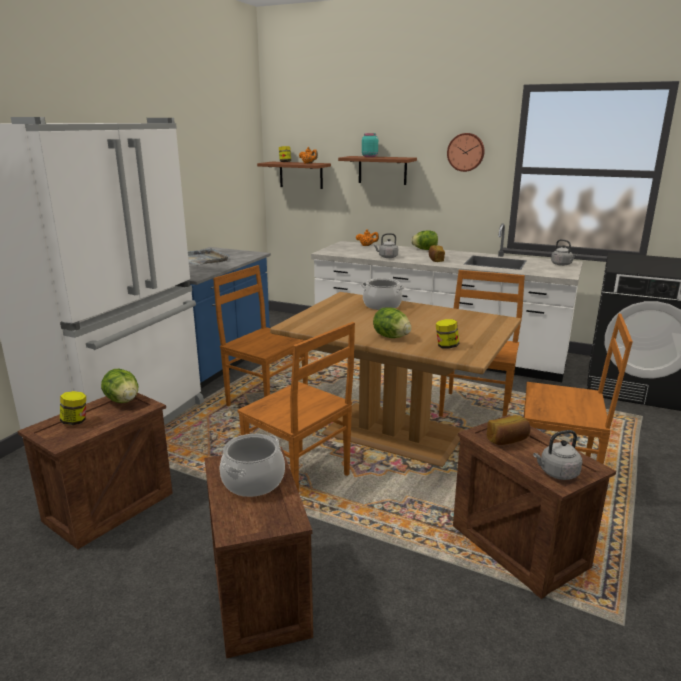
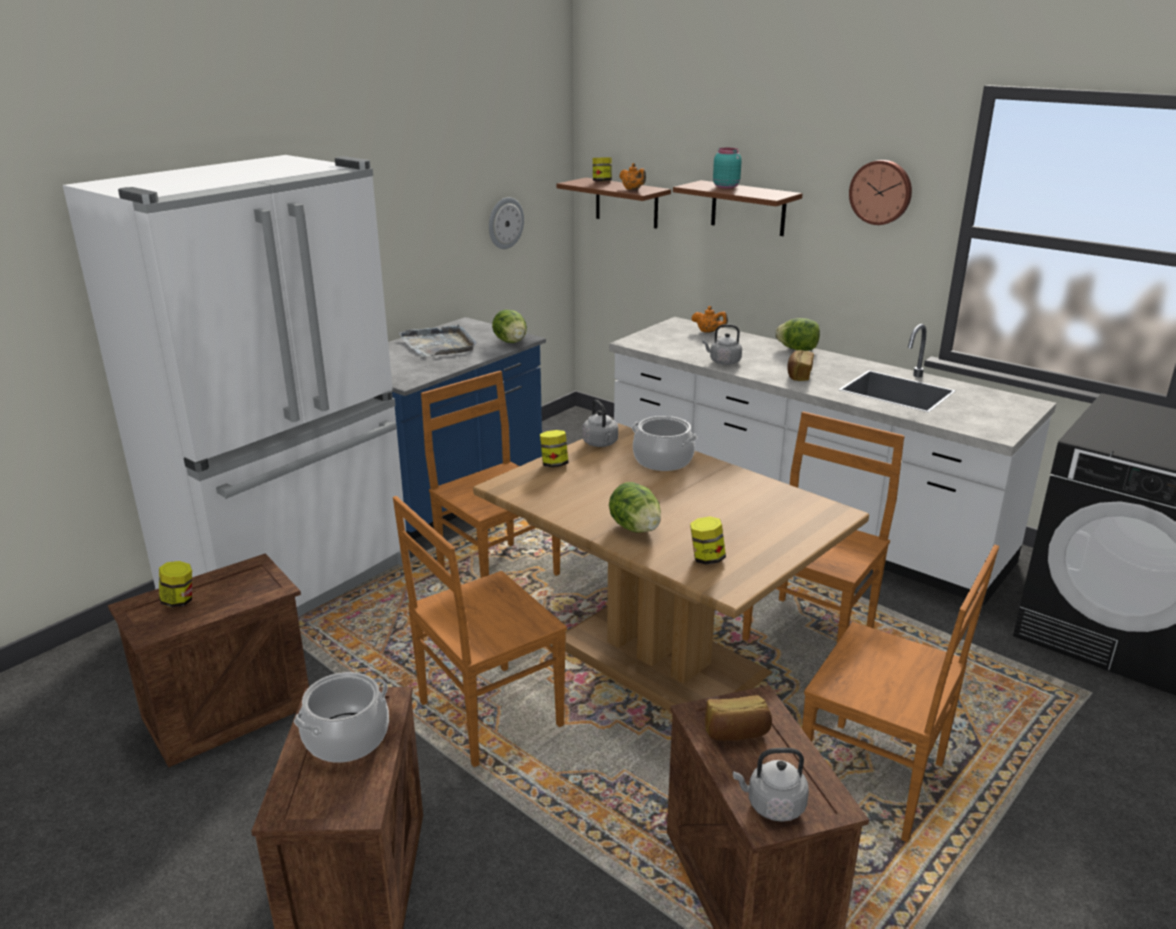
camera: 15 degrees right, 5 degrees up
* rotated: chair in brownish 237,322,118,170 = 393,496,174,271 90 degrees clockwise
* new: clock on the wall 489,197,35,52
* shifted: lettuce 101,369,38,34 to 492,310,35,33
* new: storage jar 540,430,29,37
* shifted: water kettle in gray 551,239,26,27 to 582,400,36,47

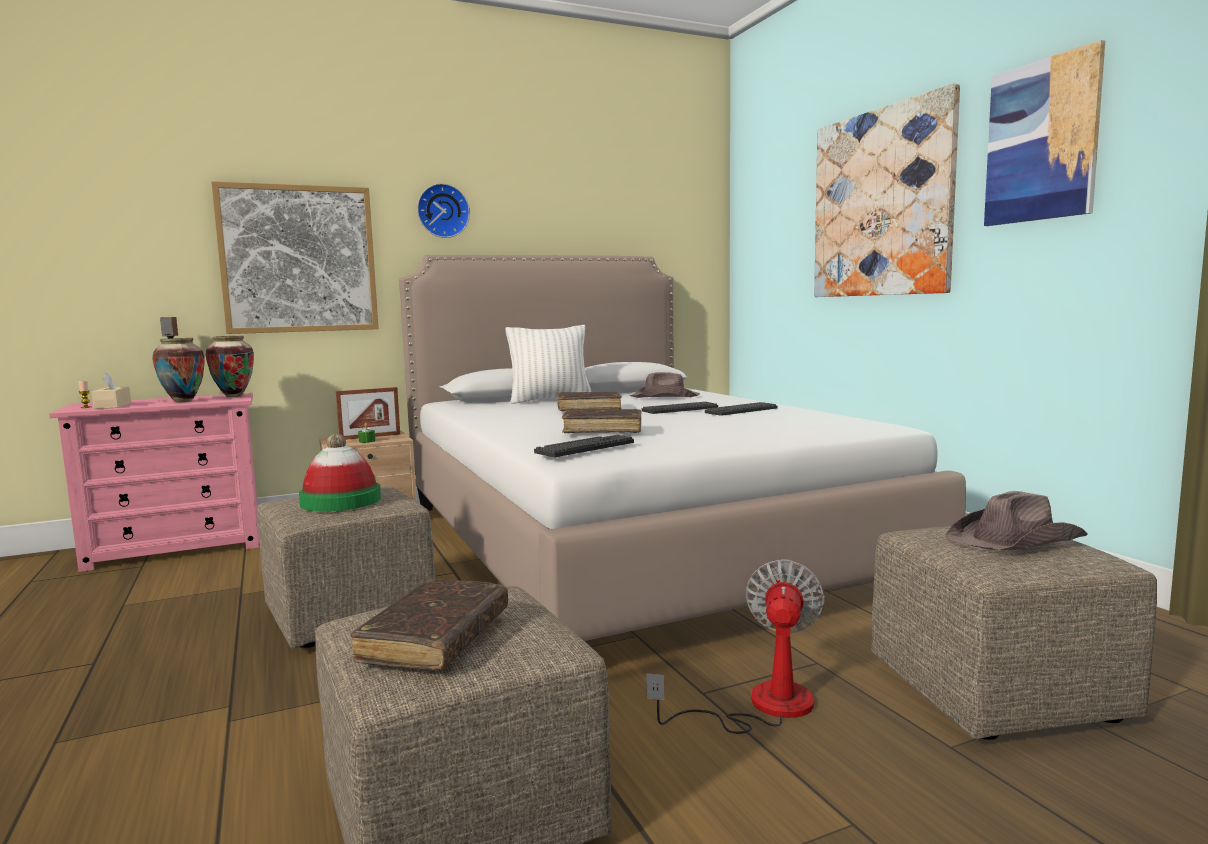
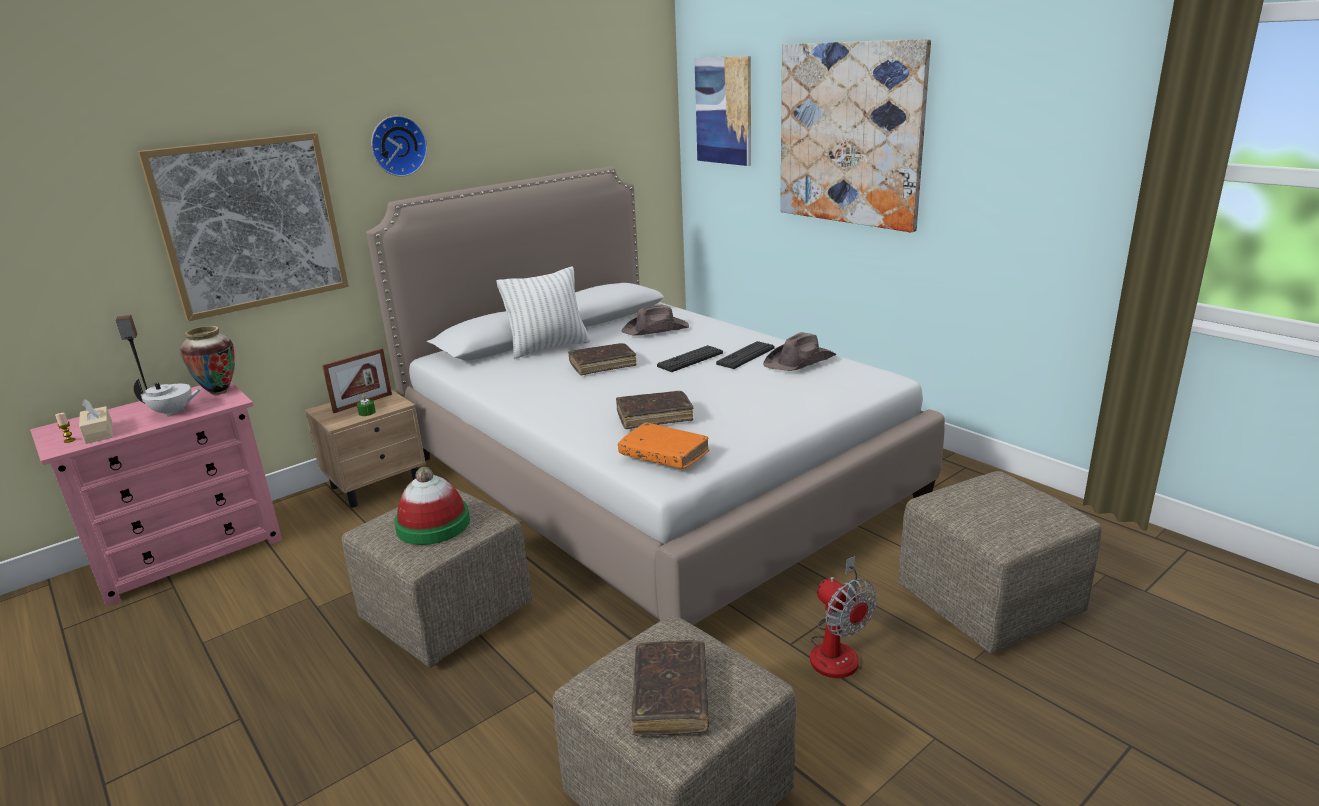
camera: 15 degrees left, 15 degrees up
* swapped: decorative vase 152,338,53,65 to tea pot in whitish 134,379,67,38
* swapped: keyboard 534,435,100,22 to book in orange 618,422,91,47
* shifted: wall art 984,40,121,186 to 694,56,57,110
* shifted: clothing hat in brownish 945,491,142,59 to 763,332,74,39
* rotated: fan 646,559,179,175 = 810,556,67,122 150 degrees clockwise

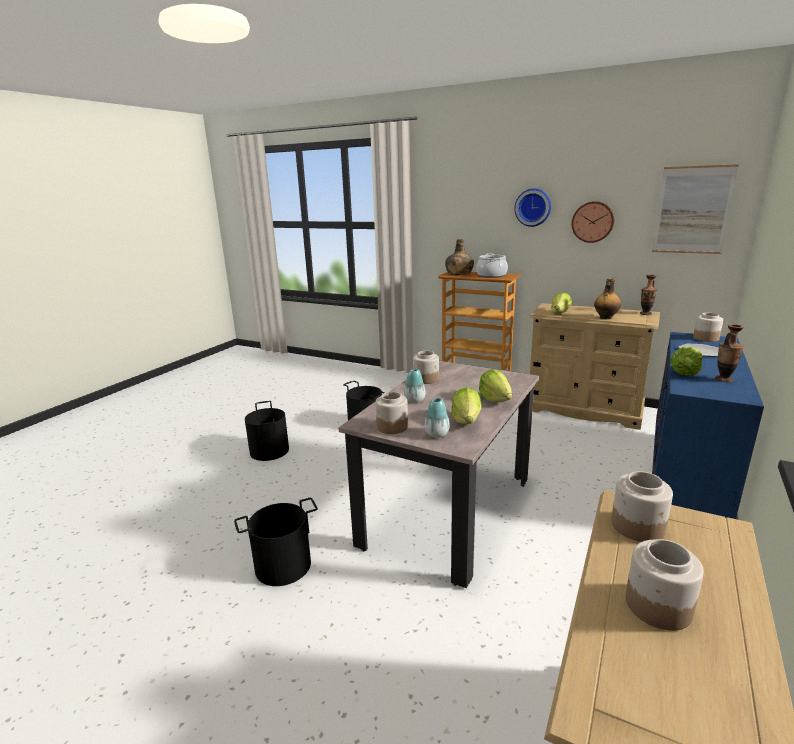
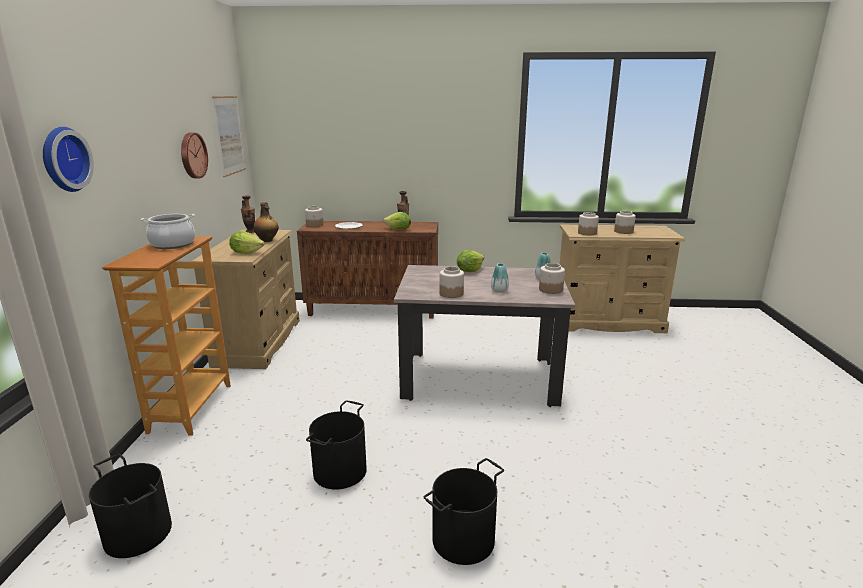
camera: 115 degrees left, 0 degrees up
* shifted: clock on the wall 514,188,37,39 to 43,127,51,65
* shifted: bucket in blackish 234,498,84,88 to 89,454,83,104
* repainted: cupboard in blue 652,332,112,187 to cupboard in brownish 297,221,141,98
* gone: beverage bottle in green-coloured 445,239,29,36
* gone: lettuce 451,387,31,37

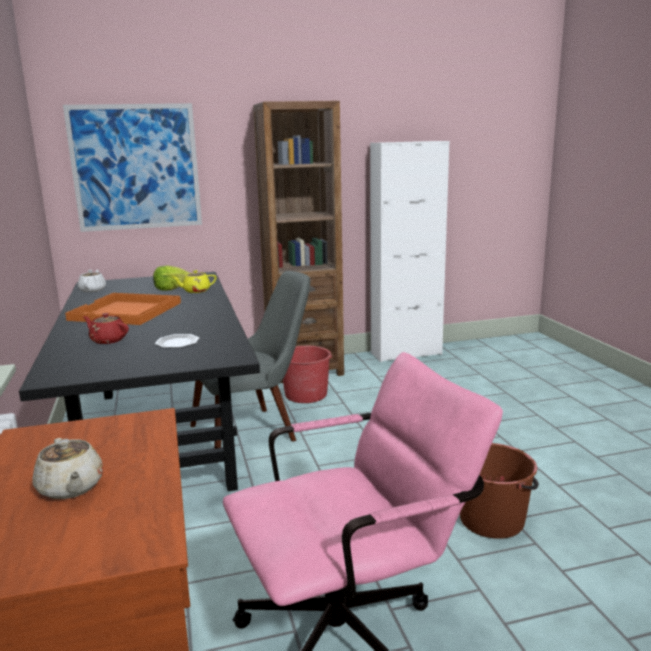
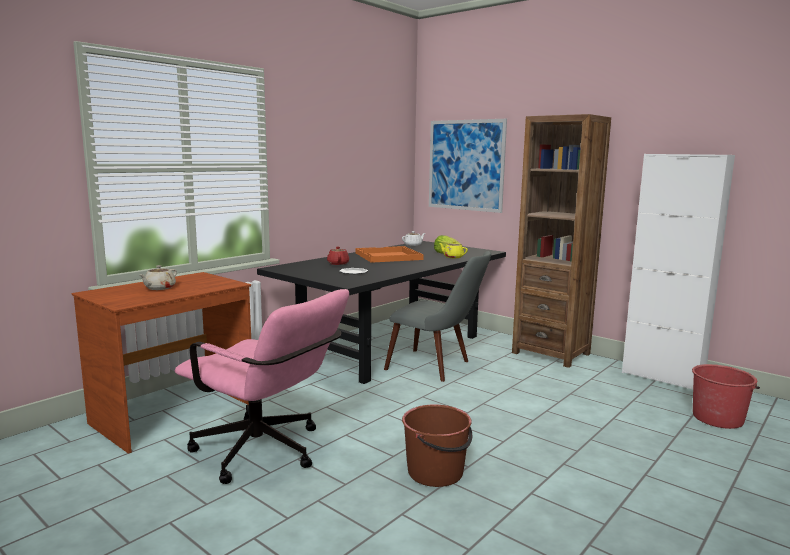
camera: 55 degrees right, 5 degrees down
* shifted: bucket in red-coloured 283,346,50,57 to 692,364,68,65

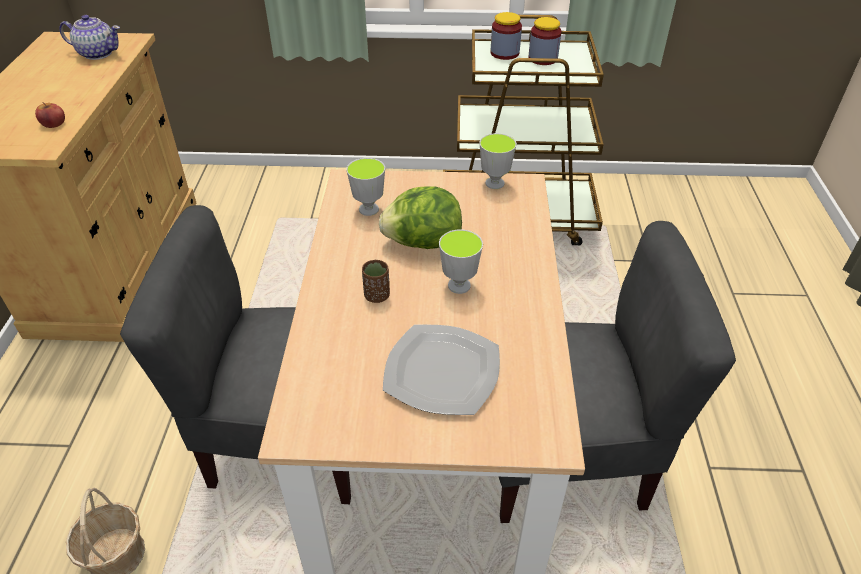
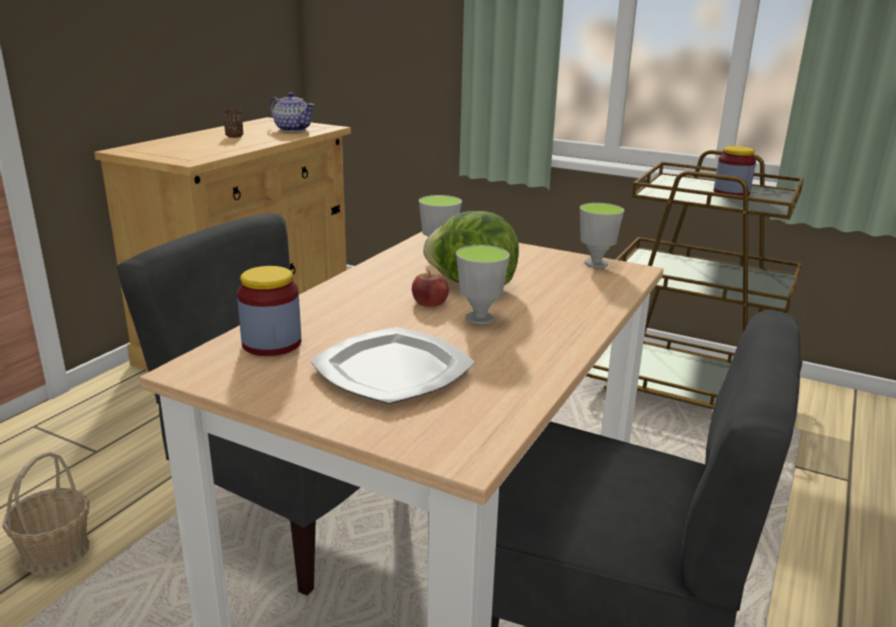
camera: 25 degrees right, 20 degrees down
* shifted: small cup in brownish 362,260,28,43 to 223,109,20,29
* shifted: storage jar 490,12,32,48 to 237,266,64,90
* shifted: whole apple 35,102,30,26 to 412,269,37,38

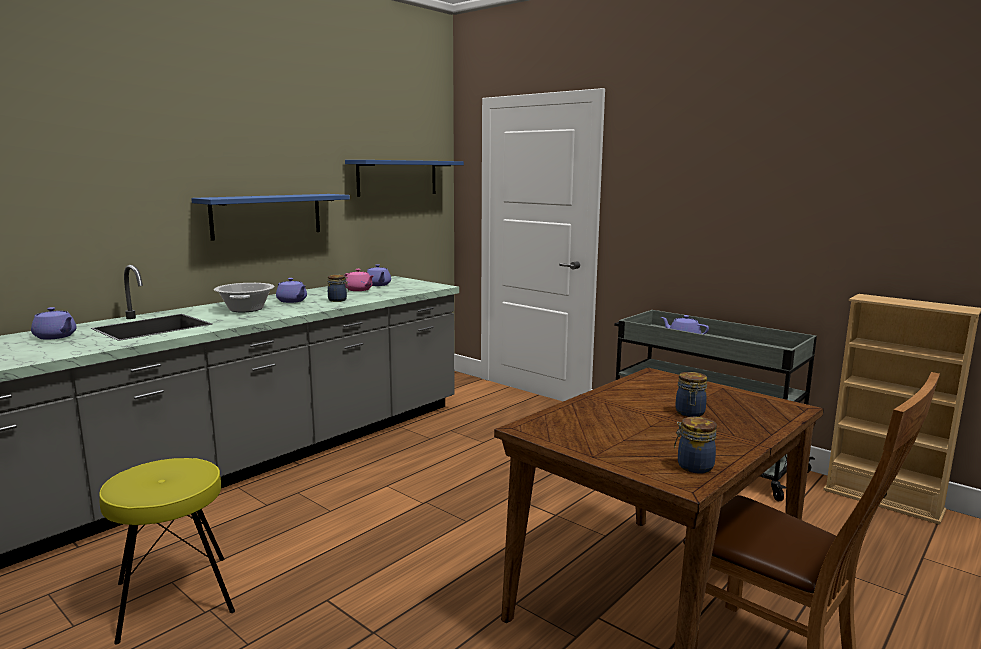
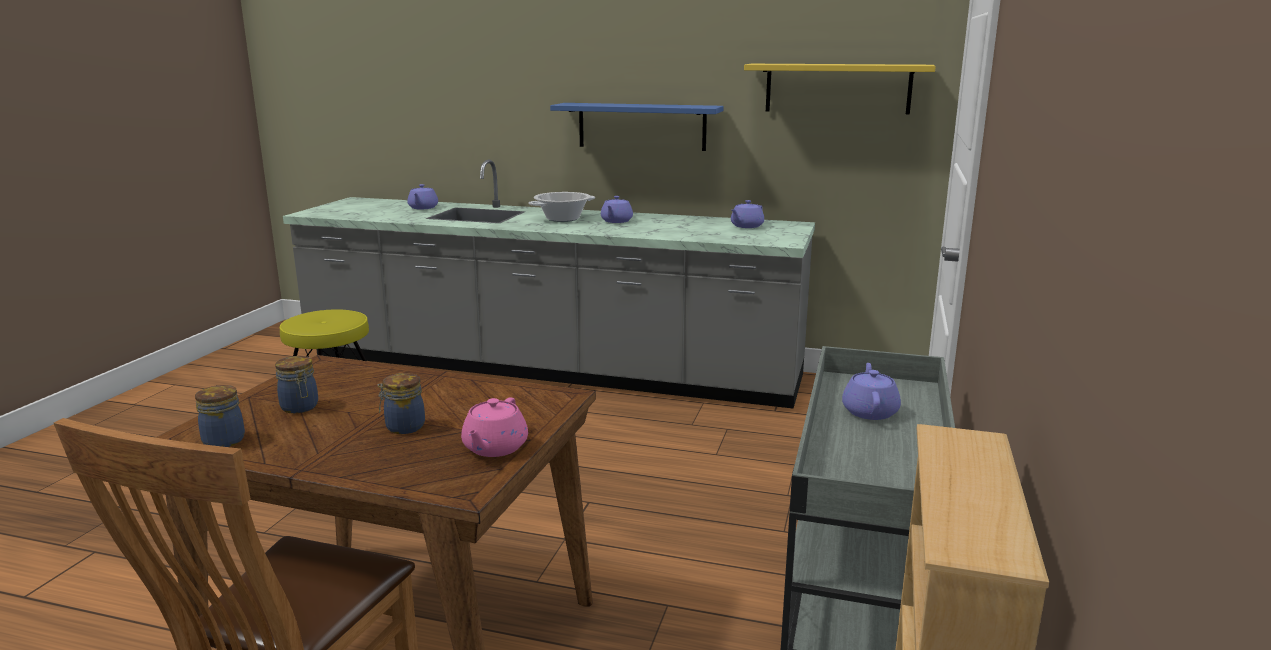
camera: 65 degrees right, 5 degrees up
* shifted: storage jar 328,275,21,27 to 275,356,43,57
* shifted: tea pot in pink 344,269,29,22 to 461,397,67,60
* repainted: bracket shelf in blue 345,160,119,37 to bracket shelf in yellow-coloured 744,64,192,50

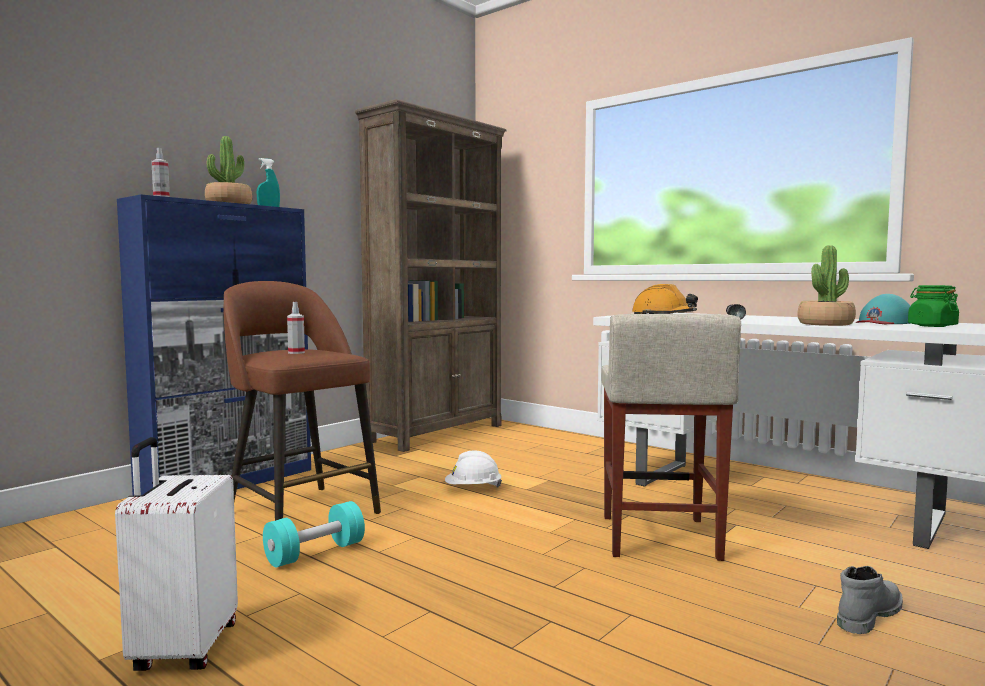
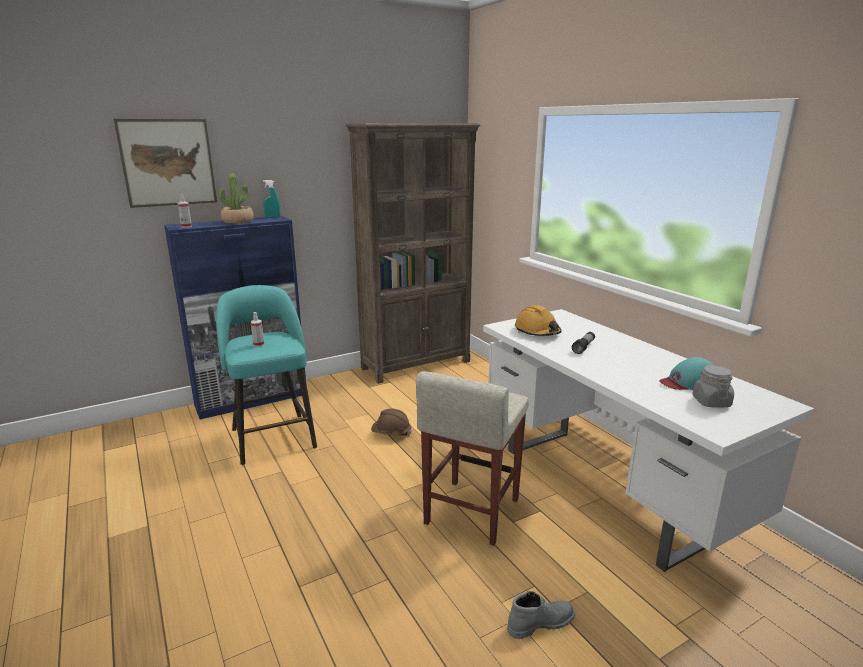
camera: 20 degrees right, 15 degrees up
* new: wall art 114,119,103,89
* repainted: sitting stool in brownish 224,281,157,240 to sitting stool in blue-green 216,285,101,180
* repainted: safety helmet in whitish 445,450,57,37 to safety helmet in brownish 371,409,41,27
* repainted: storage jar in green-coloured 908,285,51,42 to storage jar in gray 692,365,42,43
* gone: suitcase in whitish 115,437,123,234
* gone: hand weight in blue-green 263,501,102,66
* gone: plant in a pot 797,245,59,81

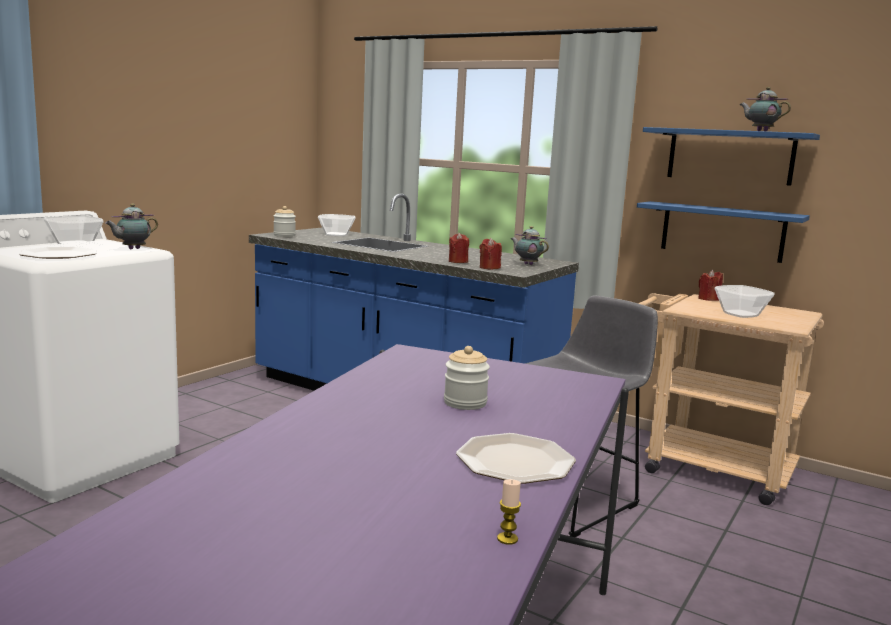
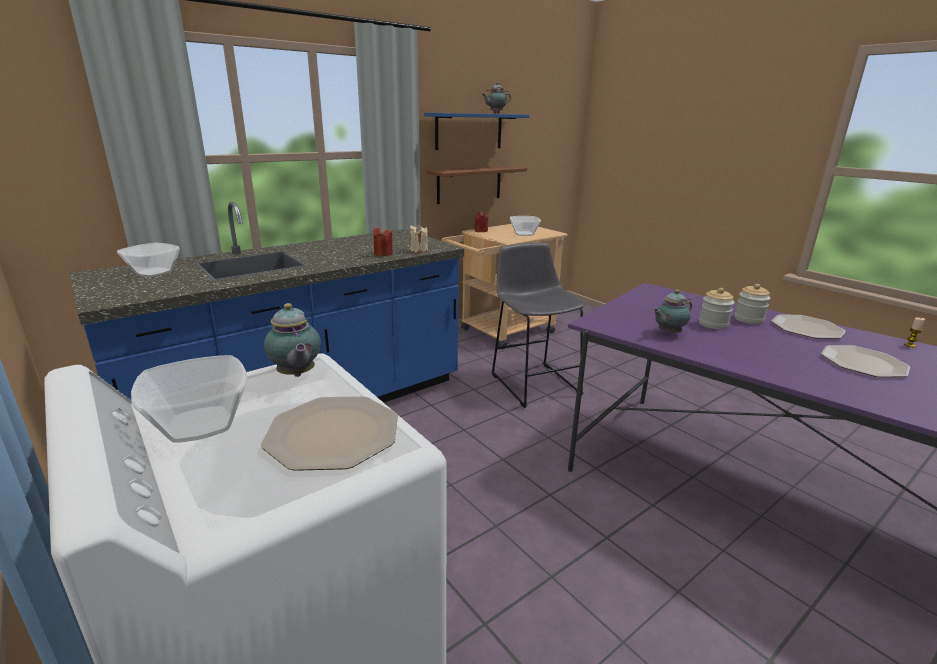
camera: 70 degrees left, 10 degrees up
* repainted: wax candle in red-coloured 480,238,22,31 to wax candle in beige 410,224,18,29
* repainted: bracket shelf in blue 637,201,173,62 to bracket shelf in brownish 426,166,101,38
* shifted: tea pot 511,226,38,39 to 653,290,39,44
* shifted: storage jar 273,206,23,31 to 734,284,37,40
* new: flat dish 821,345,89,32

